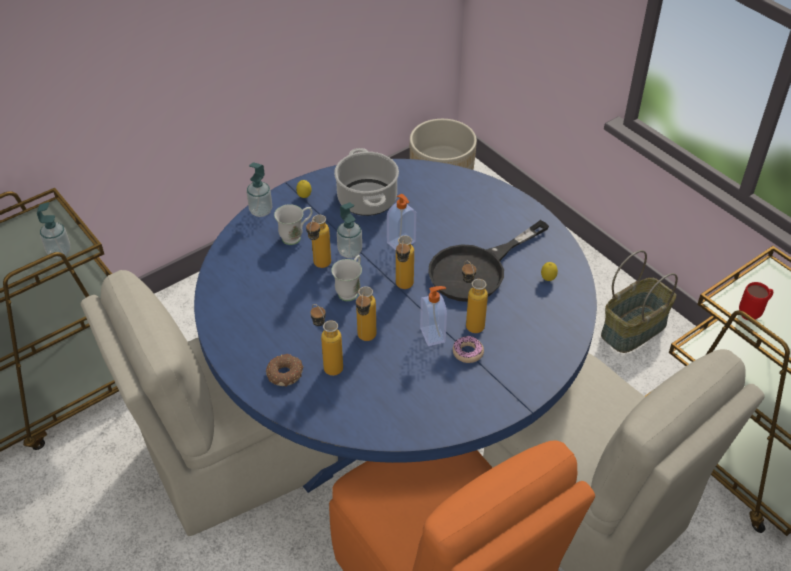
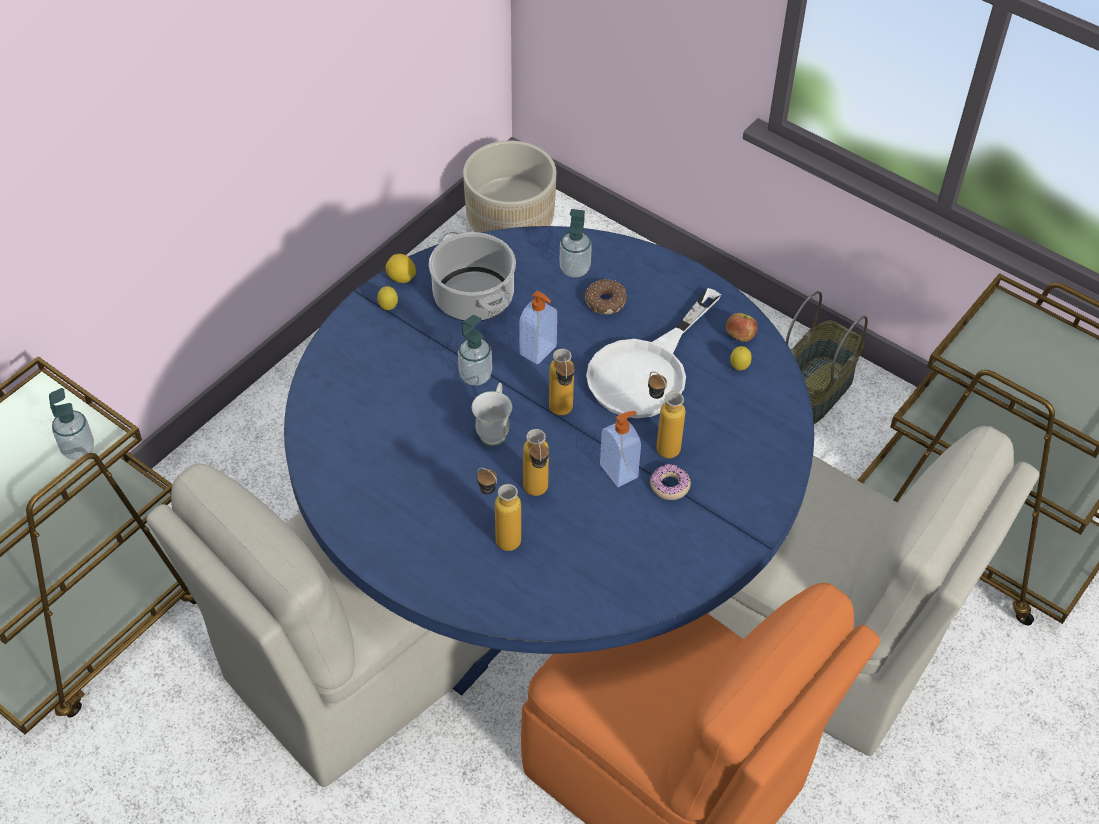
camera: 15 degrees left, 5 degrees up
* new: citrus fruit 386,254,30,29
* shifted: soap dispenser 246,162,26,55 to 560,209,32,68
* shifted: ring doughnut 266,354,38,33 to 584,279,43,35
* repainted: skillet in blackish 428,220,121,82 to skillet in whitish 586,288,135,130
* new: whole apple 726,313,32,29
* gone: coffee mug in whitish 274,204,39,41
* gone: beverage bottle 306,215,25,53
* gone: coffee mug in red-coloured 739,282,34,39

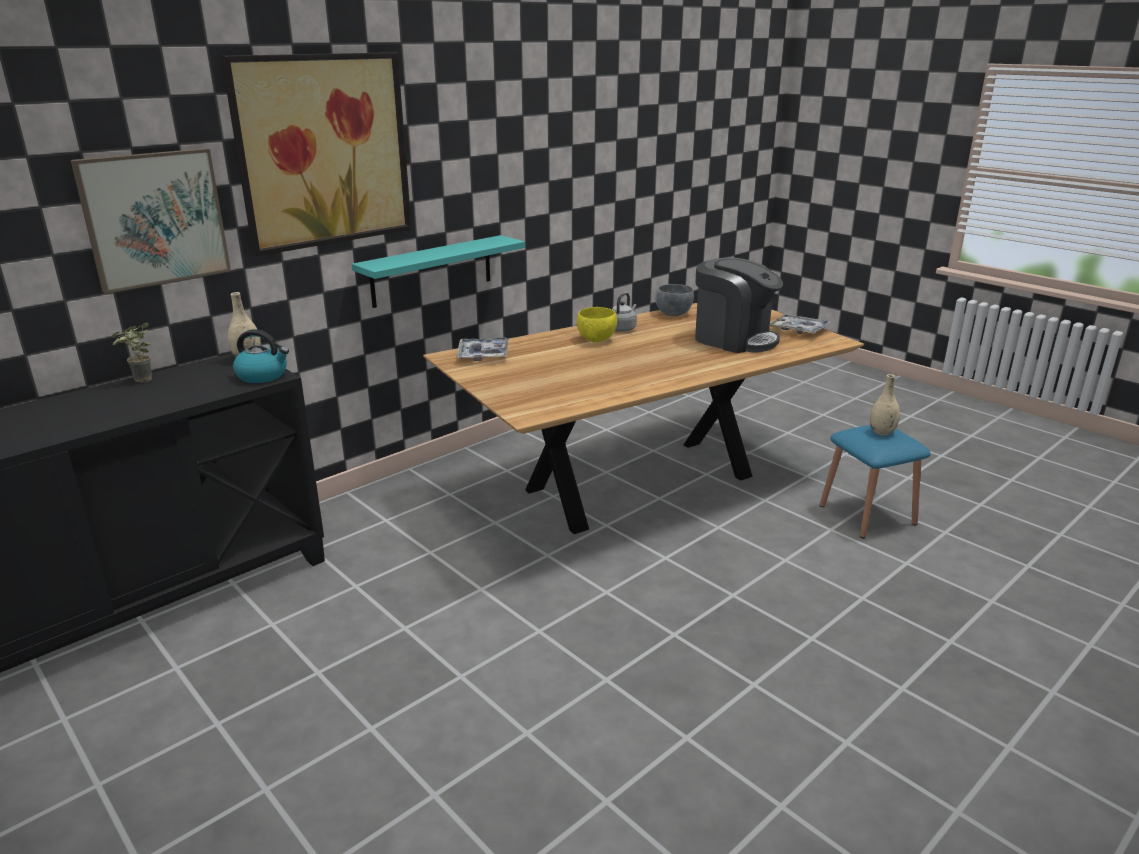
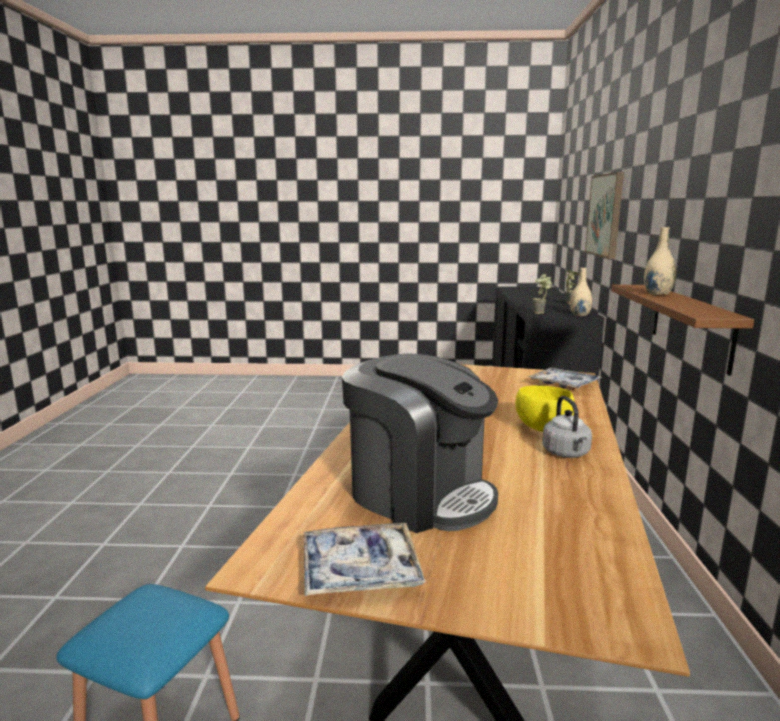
camera: 135 degrees right, 10 degrees down
* rotated: coffee maker 695,257,88,96 = 342,354,156,179 135 degrees counterclockwise
* swapped: water kettle 233,329,56,54 to plant in a pot 533,274,19,40
* repainted: bracket shelf in blue-green 352,235,173,73 to bracket shelf in brownish 611,285,143,91
* shifted: decorative vase in beige 870,374,30,61 to 644,227,32,68
* gone: wall art 221,52,191,204
* gone: deep dish in gray 655,284,39,32

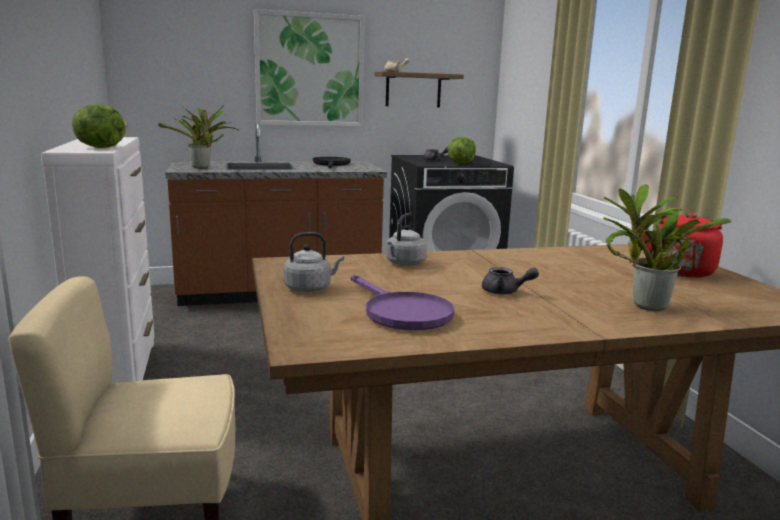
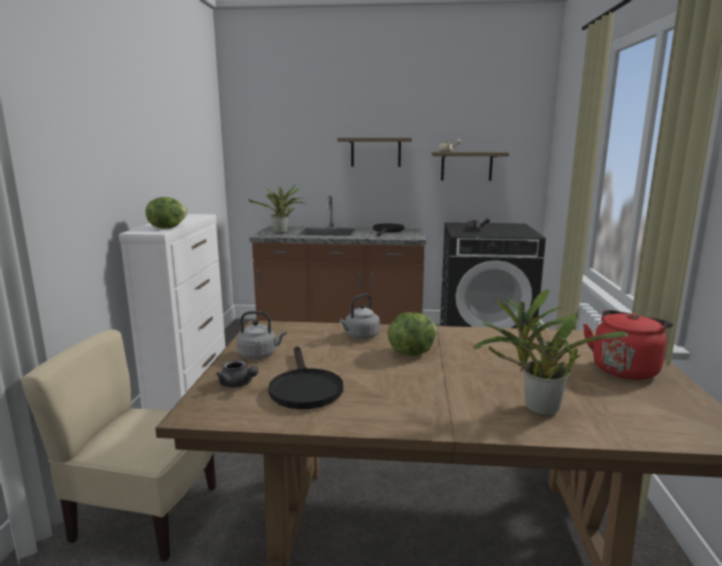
camera: 20 degrees right, 0 degrees up
* shifted: tea pot in gray 482,267,57,28 to 216,360,42,28
* repainted: skillet in purplish 351,275,103,55 to skillet in blackish 268,346,75,63
* swapped: wall art 254,9,111,118 to bracket shelf 337,138,75,29
* shifted: lettuce 447,137,29,27 to 387,312,50,44

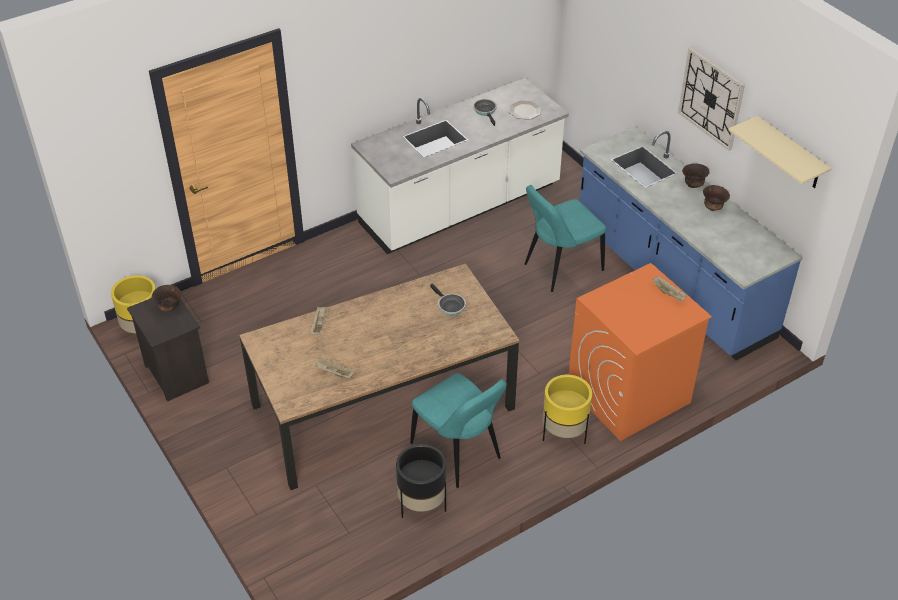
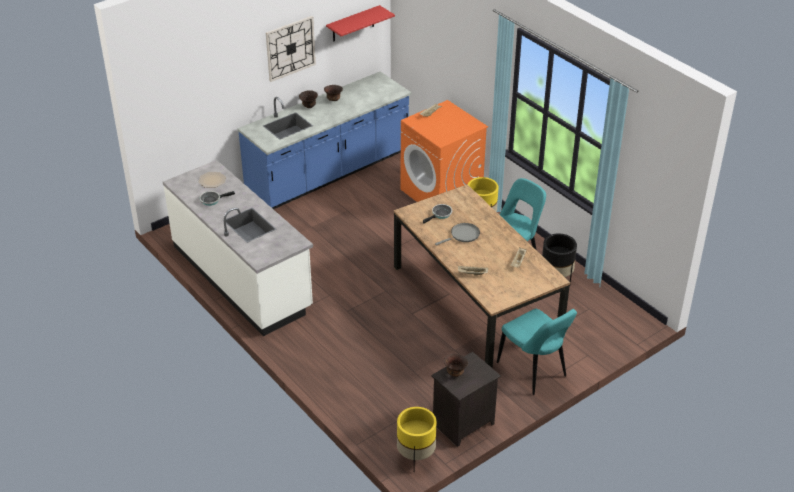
camera: 95 degrees left, 5 degrees down
* repainted: bracket shelf in beige 728,116,103,72 to bracket shelf in red-coloured 326,5,69,37
* new: skillet in gray 435,223,45,23
* shifted: chair in blue-green 524,185,82,107 to 497,309,80,86

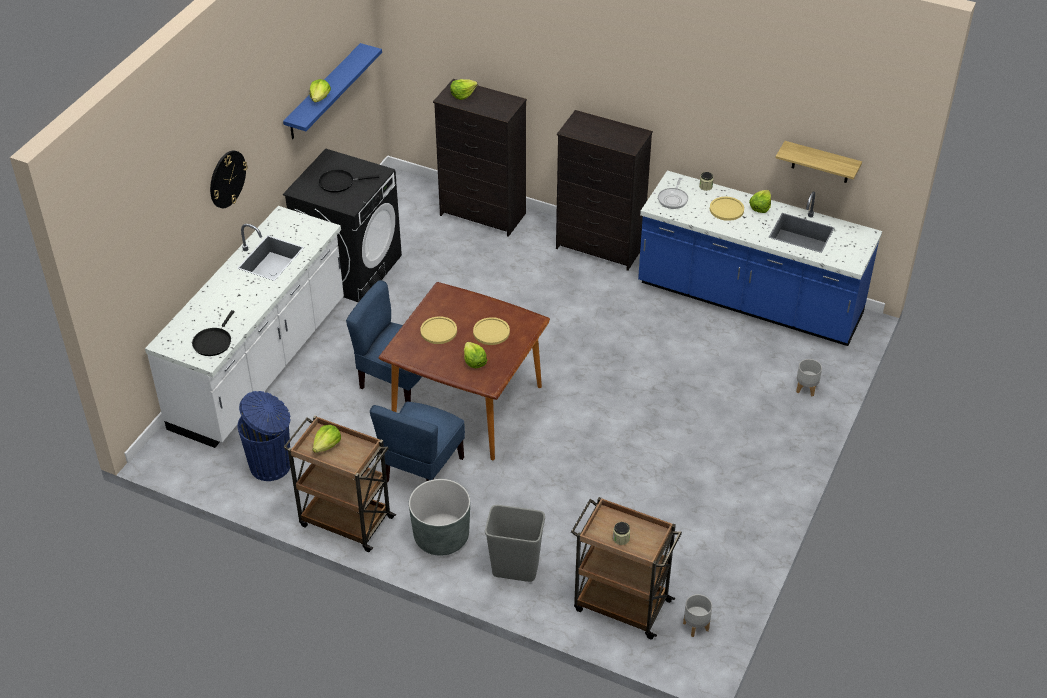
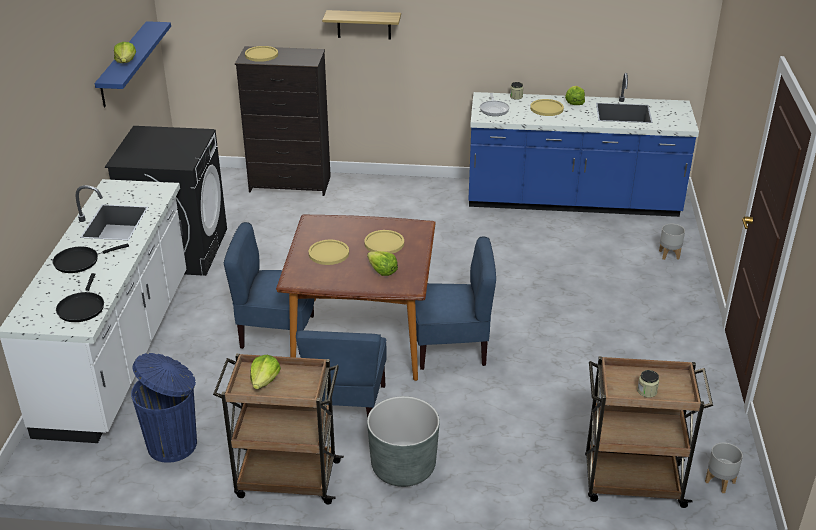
camera: 20 degrees left, 10 degrees down
* shifted: skillet in blackish 318,169,61,24 to 53,244,76,29
* swapped: lettuce 450,79,28,21 to flat dish in yellow-coloured 245,46,33,16
* shifted: bracket shelf 775,141,87,42 to 322,10,79,30
* new: chair in blue 415,237,81,133
* gone: clock on the wall 210,150,37,58
* gone: waste bin in gray 485,505,60,77
* gone: chest of drawers in blackish 556,110,97,161

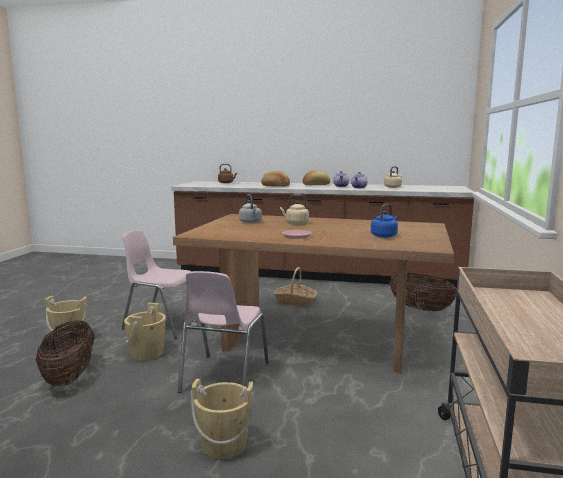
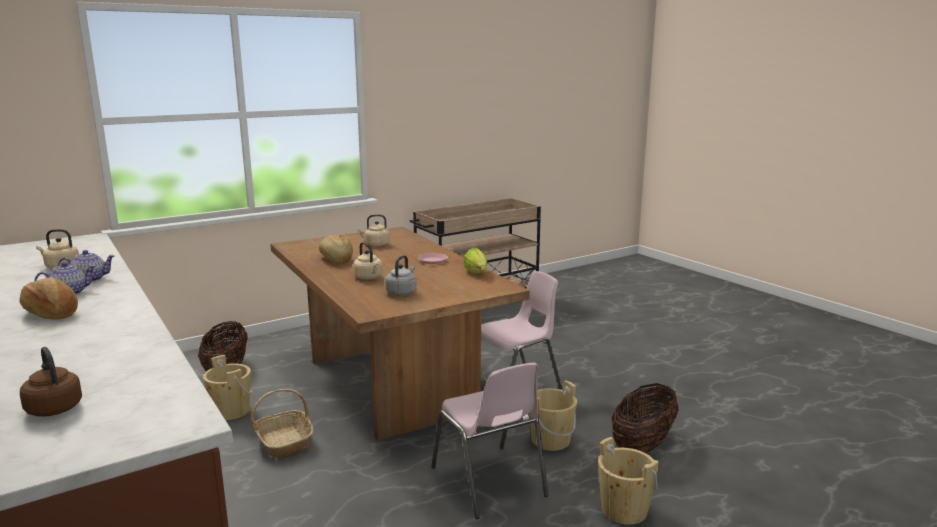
camera: 135 degrees left, 5 degrees up
* shifted: bucket in beige 191,378,63,81 to 203,355,49,65
* shifted: bread 261,171,29,16 to 319,235,34,29
* repainted: water kettle in blue 371,204,27,34 to water kettle in beige 357,214,33,32
* new: lettuce 463,248,25,25

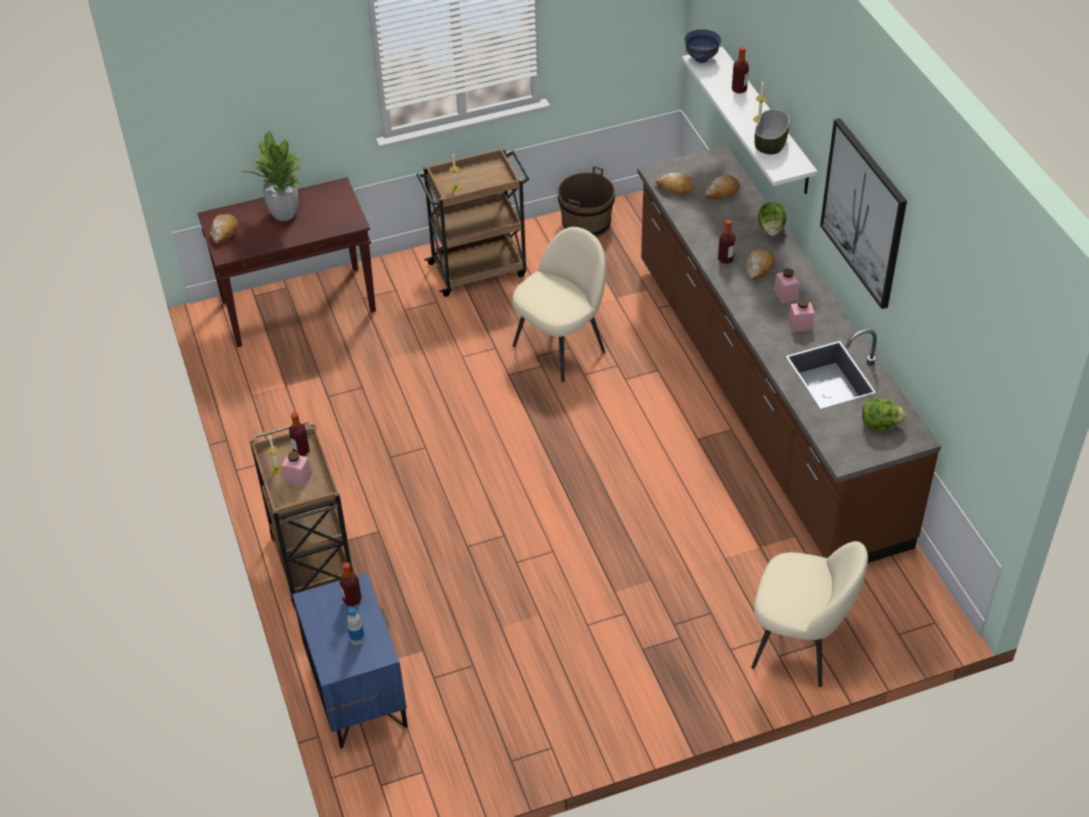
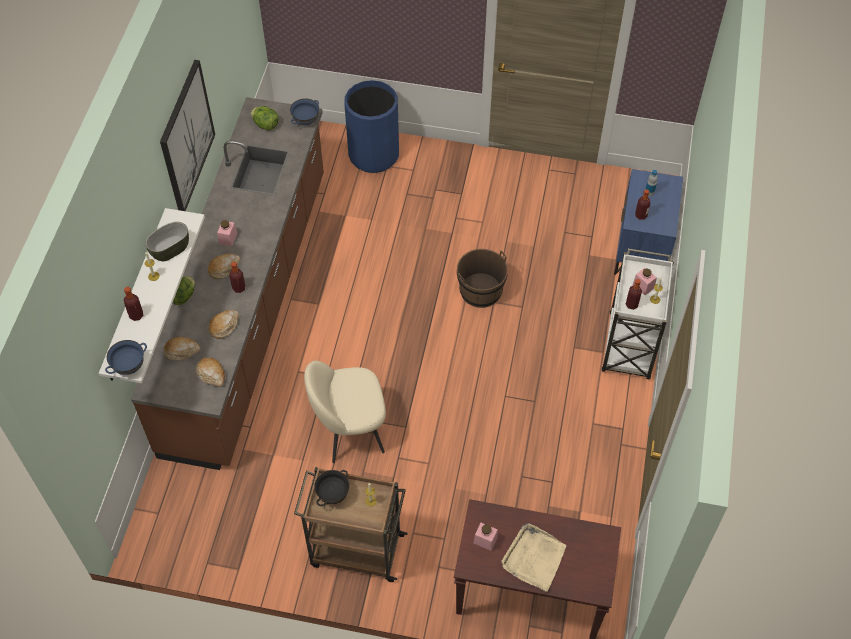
camera: 150 degrees left, 10 degrees up
* shifted: bread 210,214,28,30 to 209,310,30,29
* new: deep dish in blue 290,98,29,28
* new: deep dish in blackish 314,470,35,36
* swapped: chair in beige 751,541,117,146 to waste bin in blue 344,80,55,93
* shifted: bucket in brownish 558,166,57,72 to 457,249,50,59
* shifted: storage jar in pink 788,299,27,33 to 473,523,25,28
* swapped: plant in a pot 242,131,58,90 to serving tray in beige 501,523,65,69
* repainted: trolley in brownish 250,421,103,189 to trolley in whitish 602,249,72,130

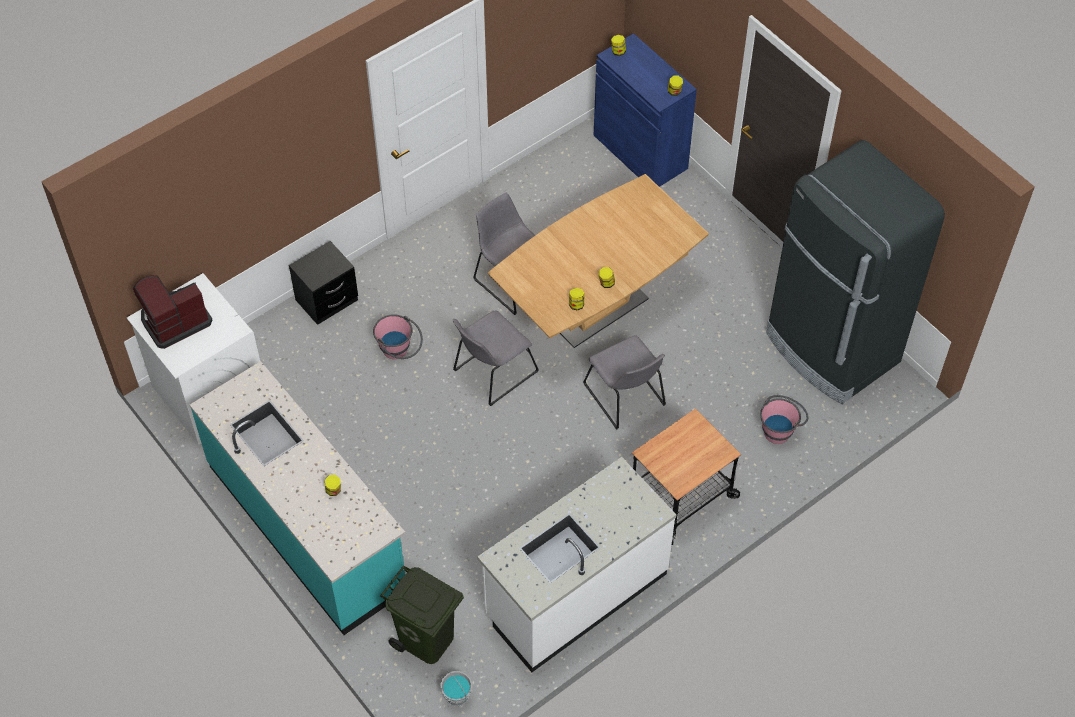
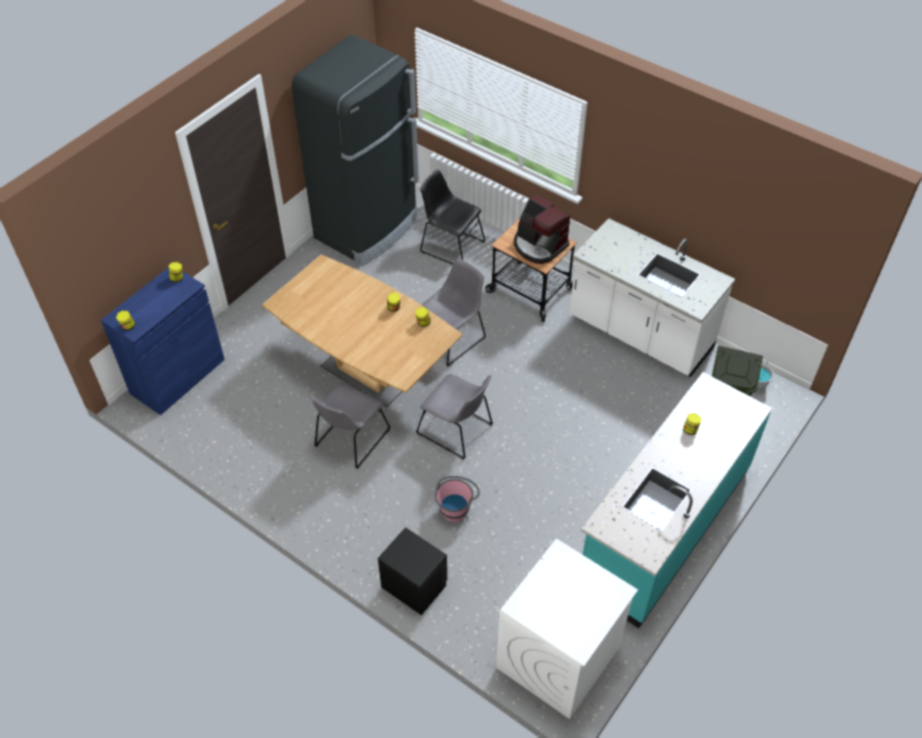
camera: 105 degrees left, 5 degrees down
* swapped: bucket in pink 760,395,48,49 to chair in blackish 420,169,66,96
* shifted: coffee maker 133,275,79,74 to 514,194,56,70

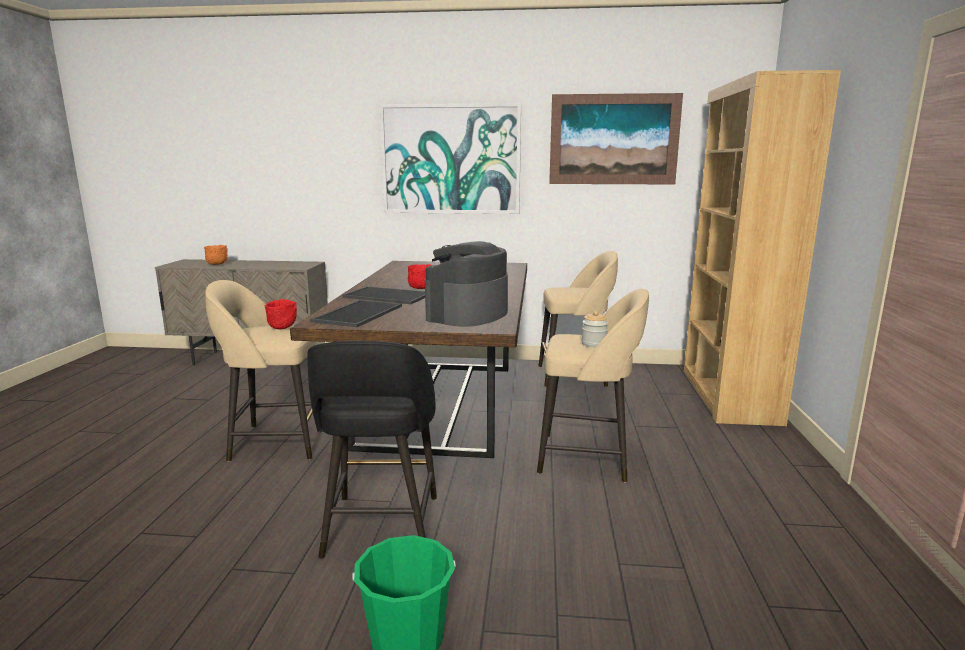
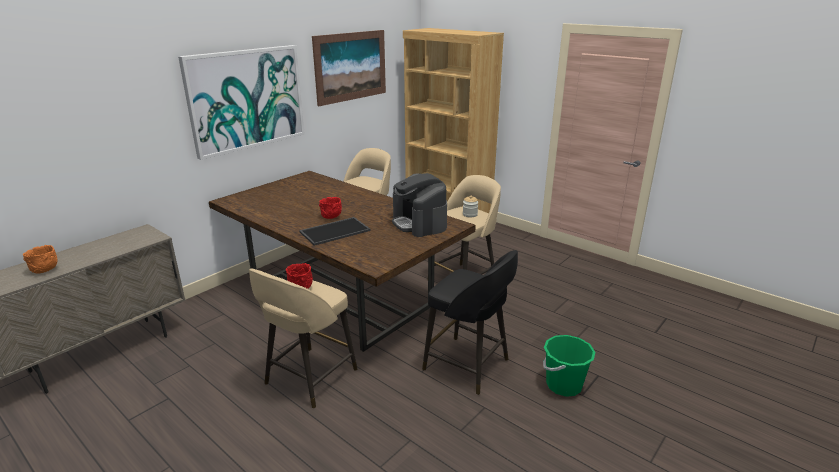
camera: 55 degrees left, 10 degrees up
* gone: serving tray 310,300,92,27

